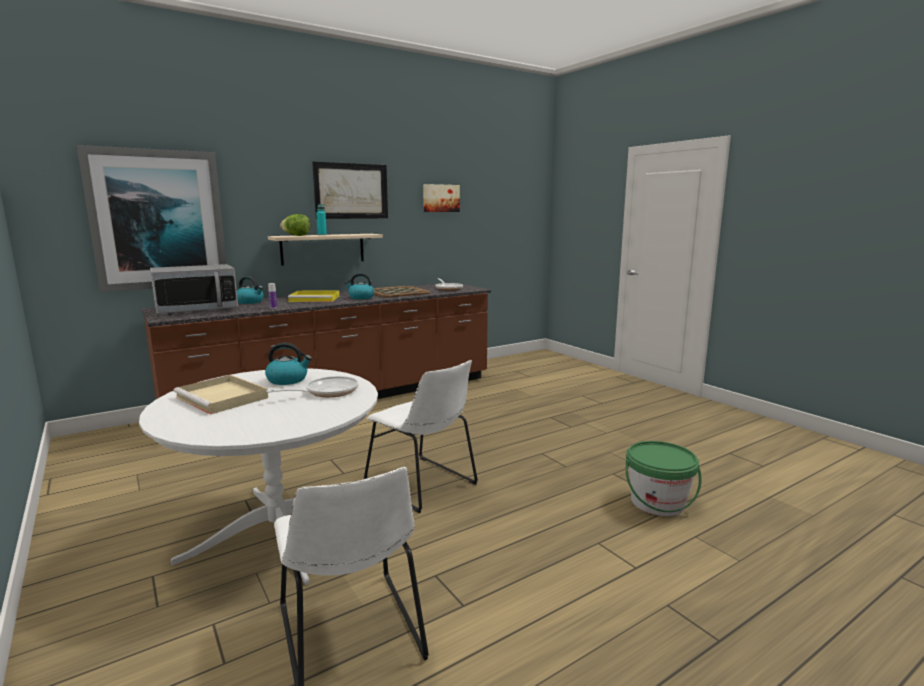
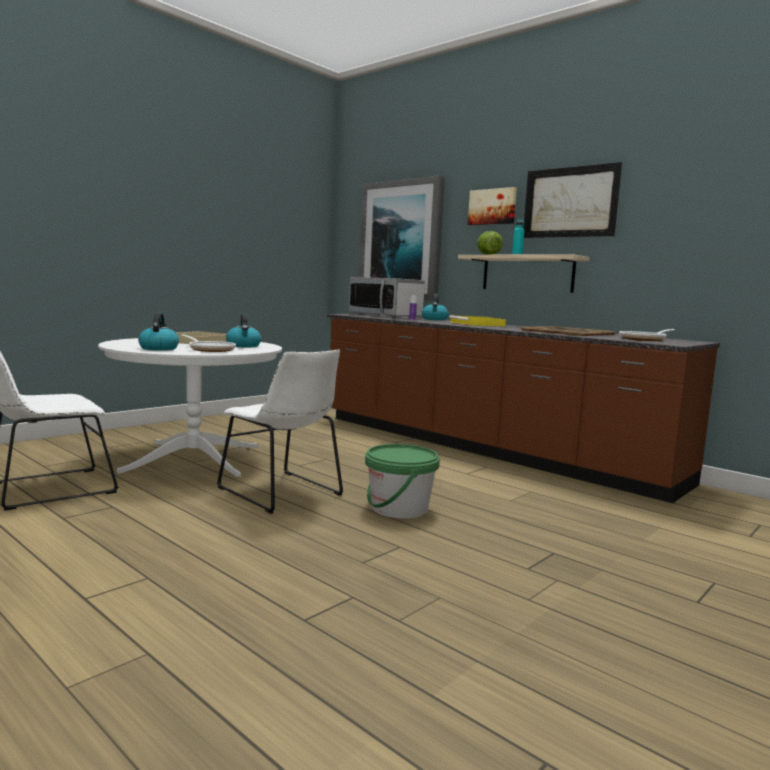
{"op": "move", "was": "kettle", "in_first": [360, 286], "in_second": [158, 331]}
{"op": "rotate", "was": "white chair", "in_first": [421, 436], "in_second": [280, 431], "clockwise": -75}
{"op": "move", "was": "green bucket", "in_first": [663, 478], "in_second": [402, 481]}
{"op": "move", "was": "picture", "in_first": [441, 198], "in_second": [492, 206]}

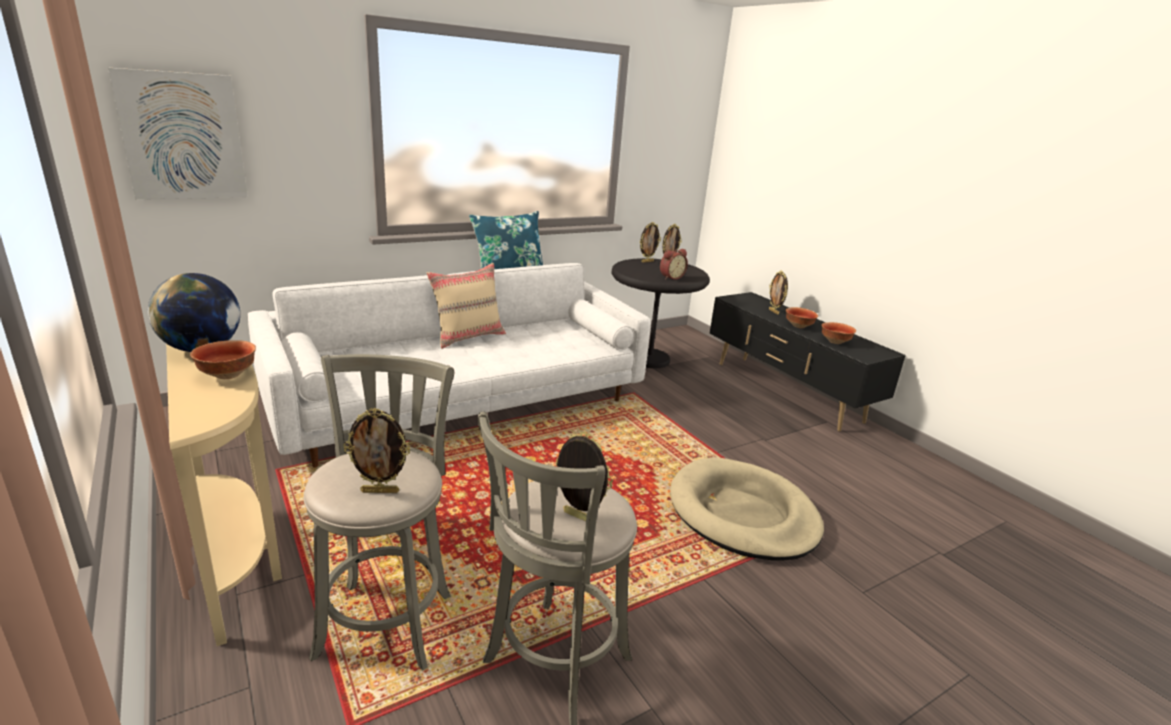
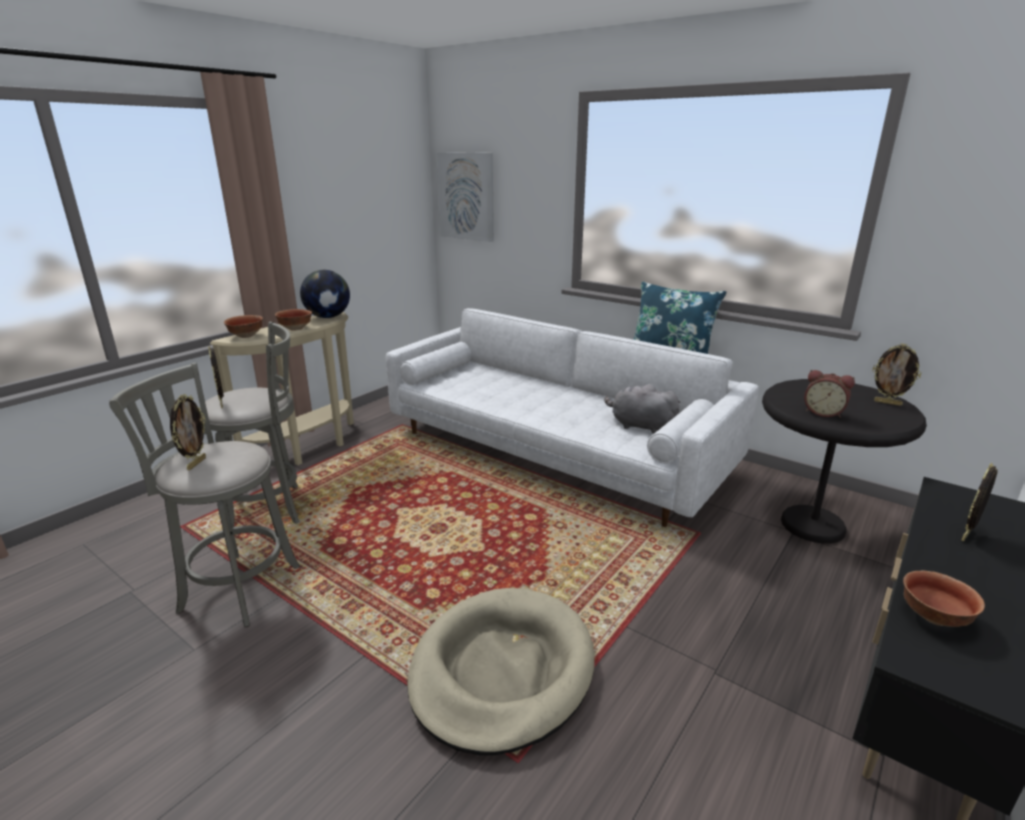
{"op": "move", "was": "bowl", "in_first": [802, 317], "in_second": [243, 326]}
{"op": "insert", "now": "grey plush toy", "in_second": [642, 409]}
{"op": "delete", "was": "beige pillow", "in_first": [466, 306]}
{"op": "delete", "was": "picture frame", "in_first": [650, 242]}

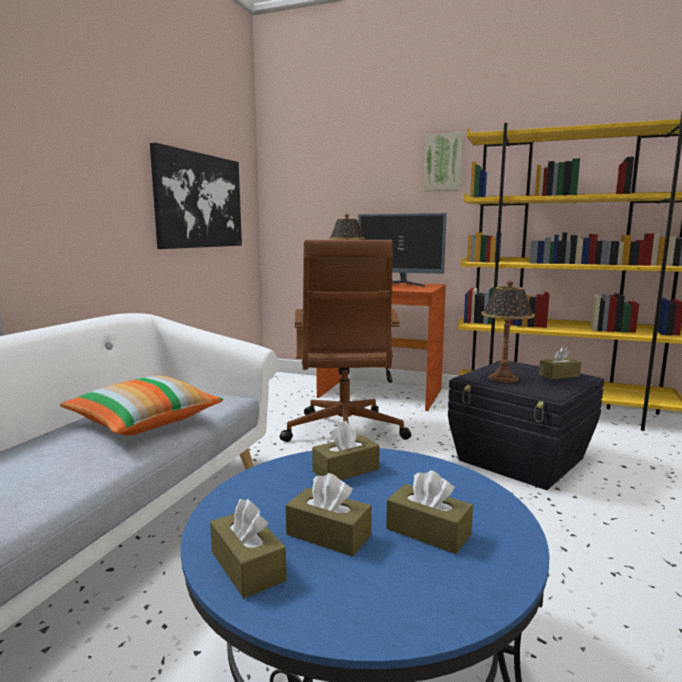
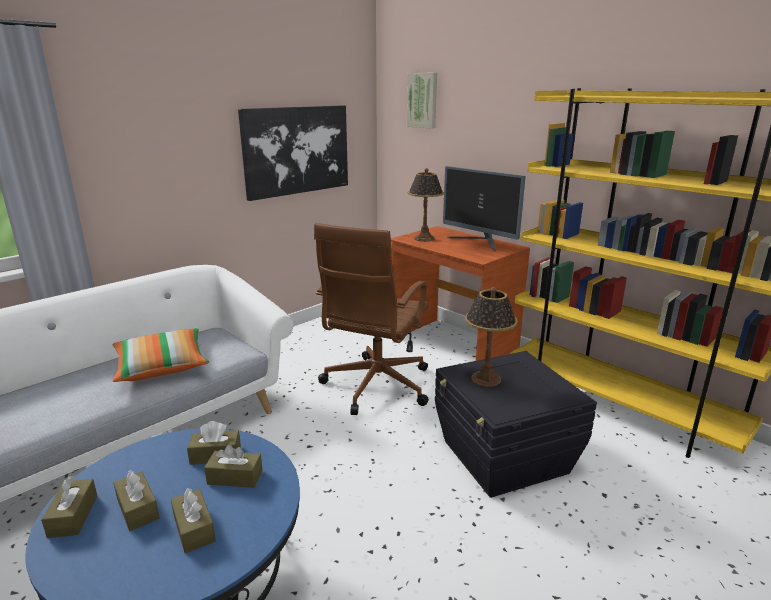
{"op": "move", "was": "brown tissue box", "in_first": [560, 363], "in_second": [233, 466]}
{"op": "move", "was": "picture", "in_first": [443, 162], "in_second": [422, 101]}

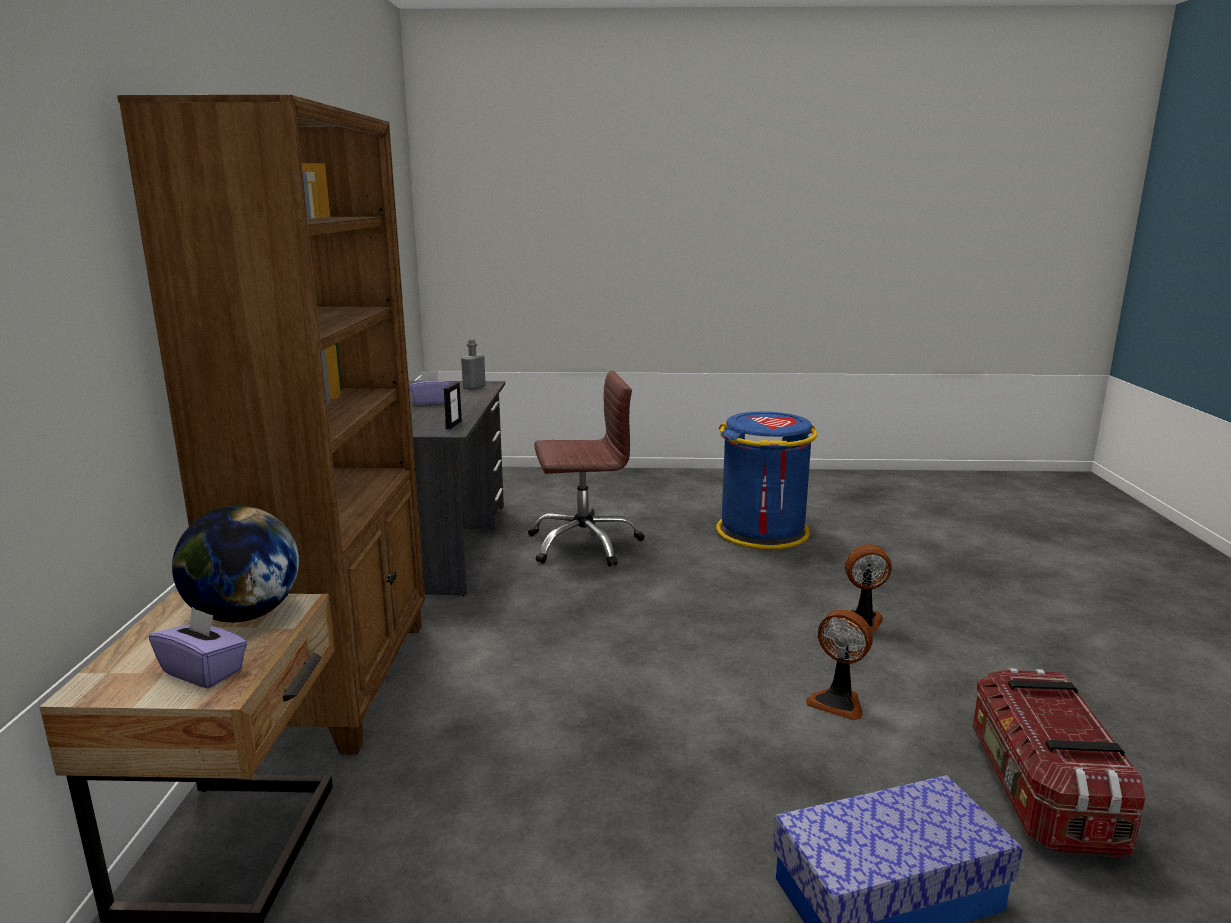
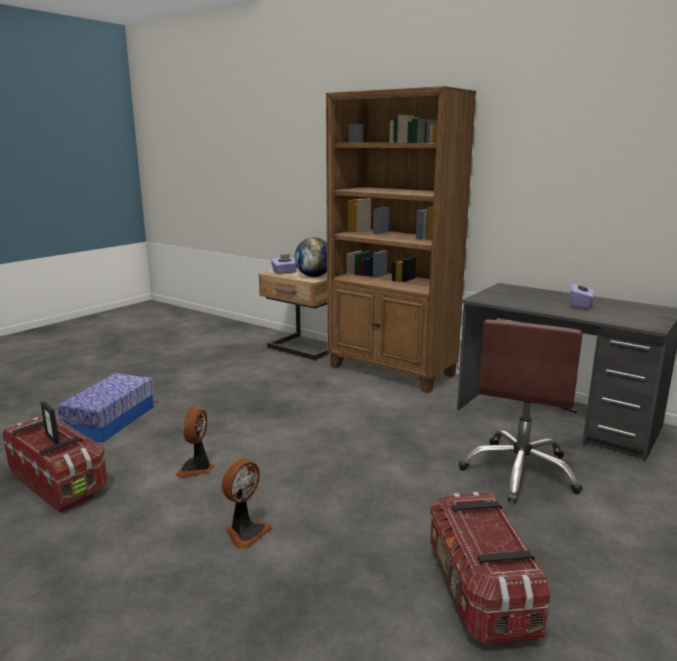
{"op": "move", "was": "picture frame", "in_first": [453, 405], "in_second": [50, 423]}
{"op": "rotate", "was": "fan", "in_first": [839, 665], "in_second": [195, 442], "clockwise": -60}
{"op": "replace", "was": "blue trash can", "now": "storage box", "in_first": [766, 480], "in_second": [490, 568]}
{"op": "delete", "was": "grey bottle", "in_first": [473, 364]}

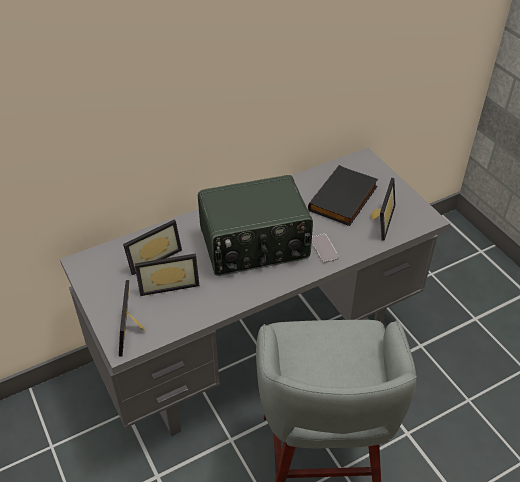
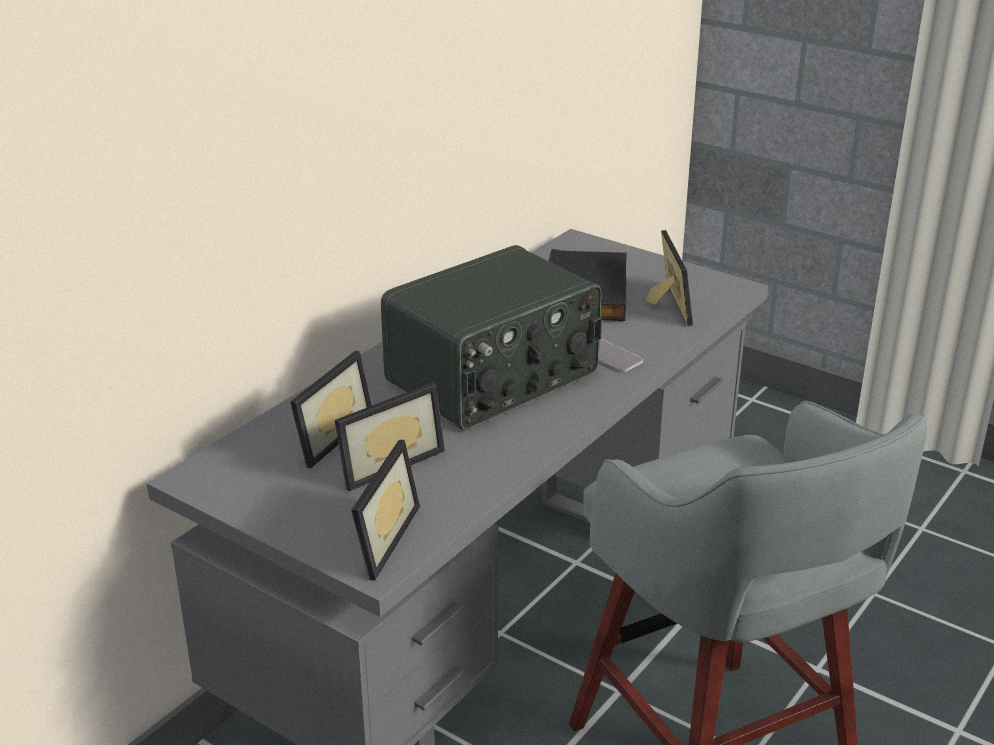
{"op": "rotate", "was": "picture frame", "in_first": [132, 318], "in_second": [385, 510], "clockwise": -135}

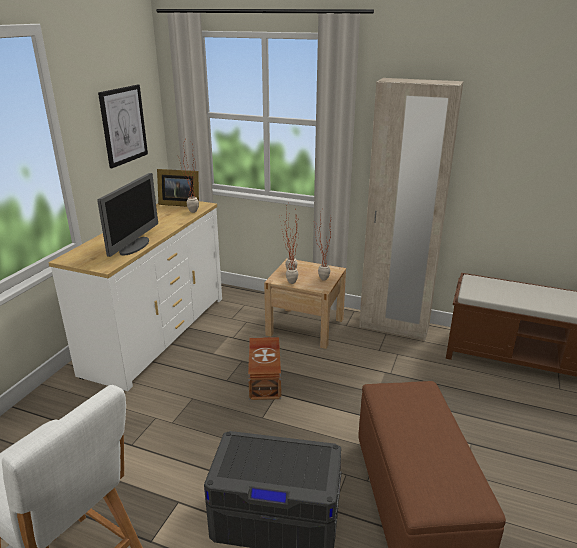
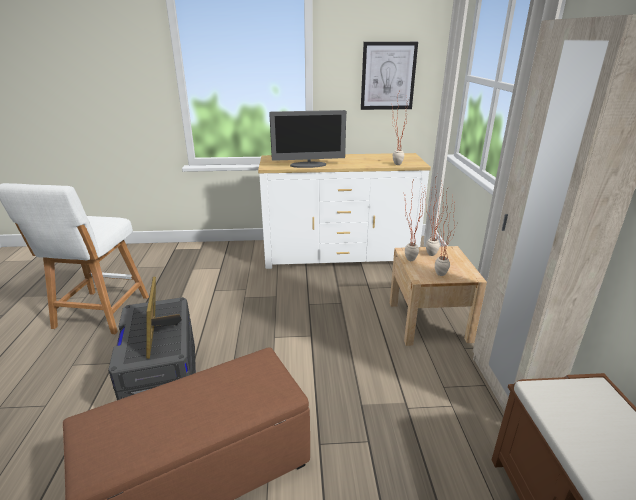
{"op": "move", "was": "picture frame", "in_first": [178, 188], "in_second": [164, 318]}
{"op": "delete", "was": "brown storage box", "in_first": [264, 368]}

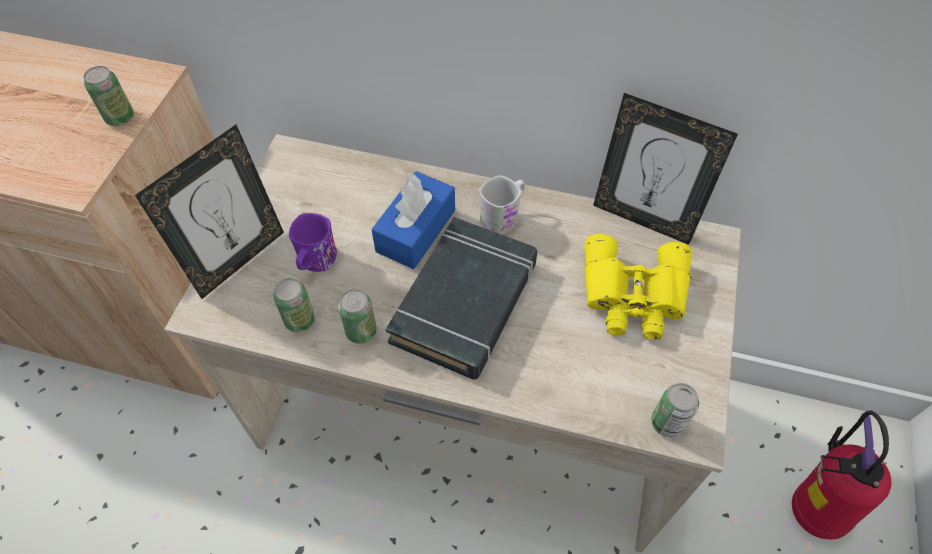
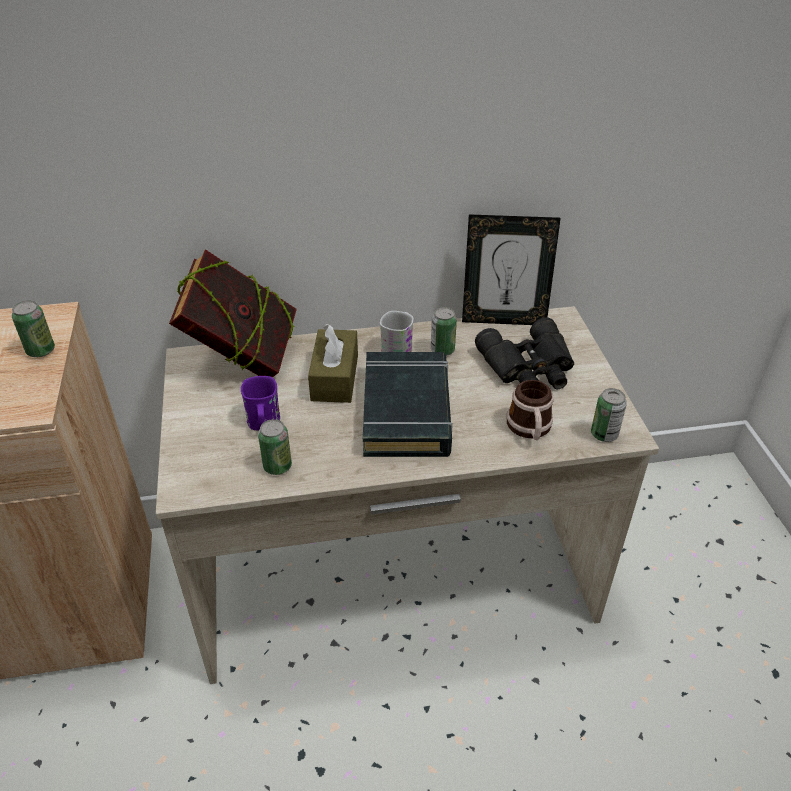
{"op": "insert", "now": "book", "in_second": [233, 313]}
{"op": "recolor", "was": "blue tissue box", "now": "brown tissue box", "in_first": [413, 220], "in_second": [333, 363]}
{"op": "move", "was": "can", "in_first": [357, 316], "in_second": [444, 331]}
{"op": "recolor", "was": "yellow binoculars", "now": "black binoculars", "in_first": [638, 287], "in_second": [524, 353]}
{"op": "insert", "now": "mug", "in_second": [530, 410]}
{"op": "delete", "was": "picture frame", "in_first": [209, 212]}
{"op": "delete", "was": "fire extinguisher", "in_first": [841, 475]}

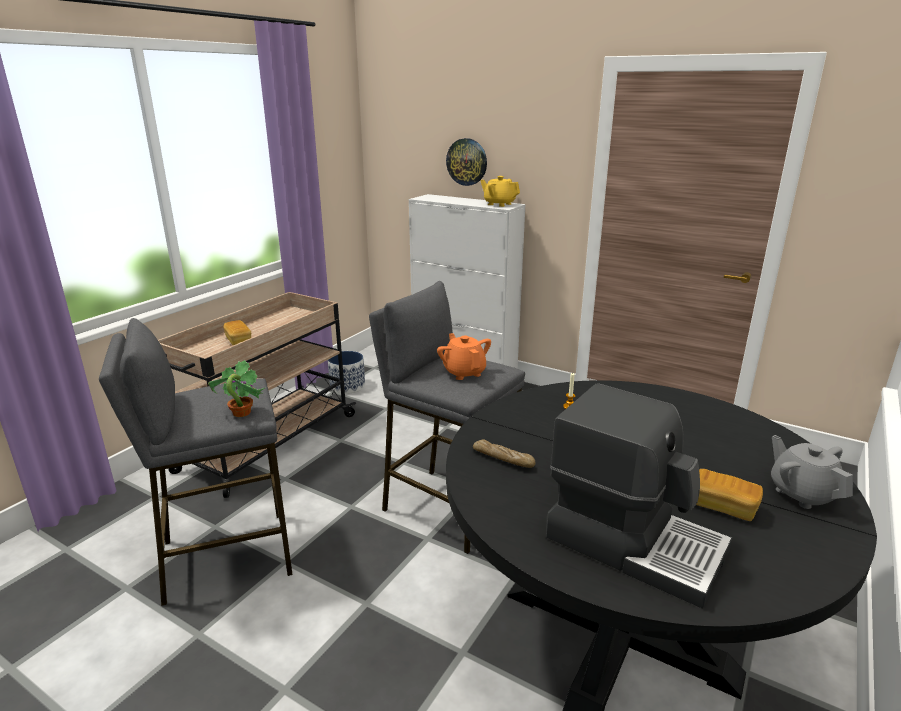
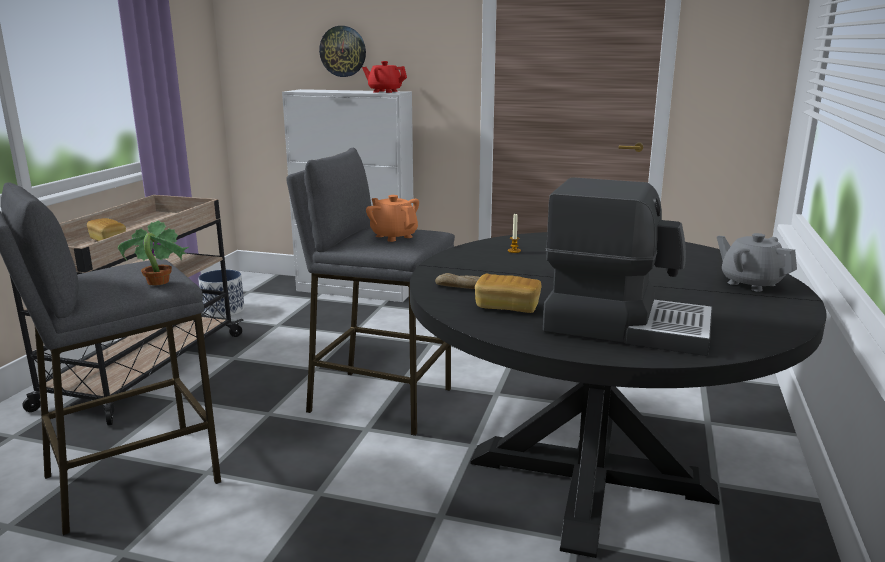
{"op": "recolor", "was": "yellow teapot", "now": "red teapot", "in_first": [500, 191], "in_second": [384, 77]}
{"op": "move", "was": "bread", "in_first": [729, 495], "in_second": [508, 293]}

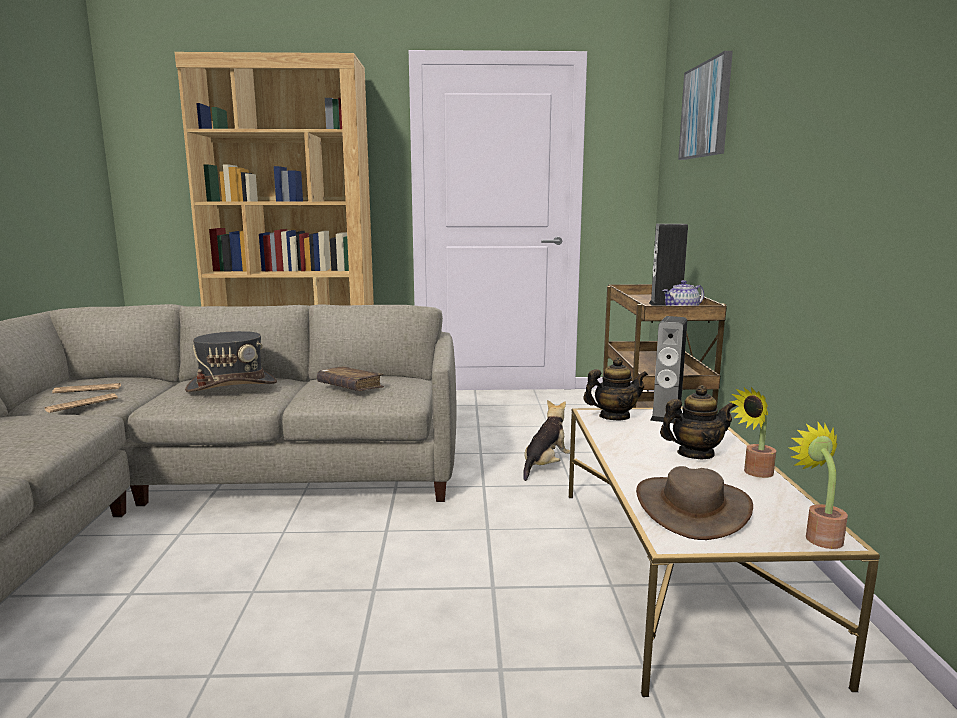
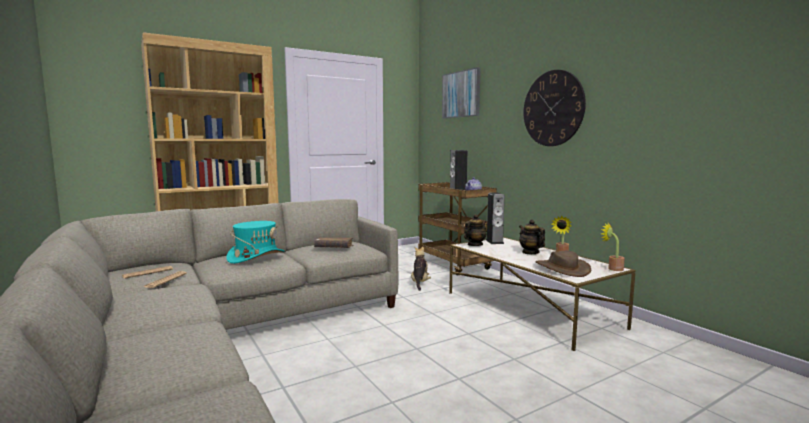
{"op": "recolor", "was": "grey hat", "now": "turquoise hat", "in_first": [231, 361], "in_second": [255, 242]}
{"op": "rotate", "was": "teapot", "in_first": [698, 422], "in_second": [532, 236], "clockwise": -75}
{"op": "insert", "now": "wall clock", "in_second": [554, 108]}

